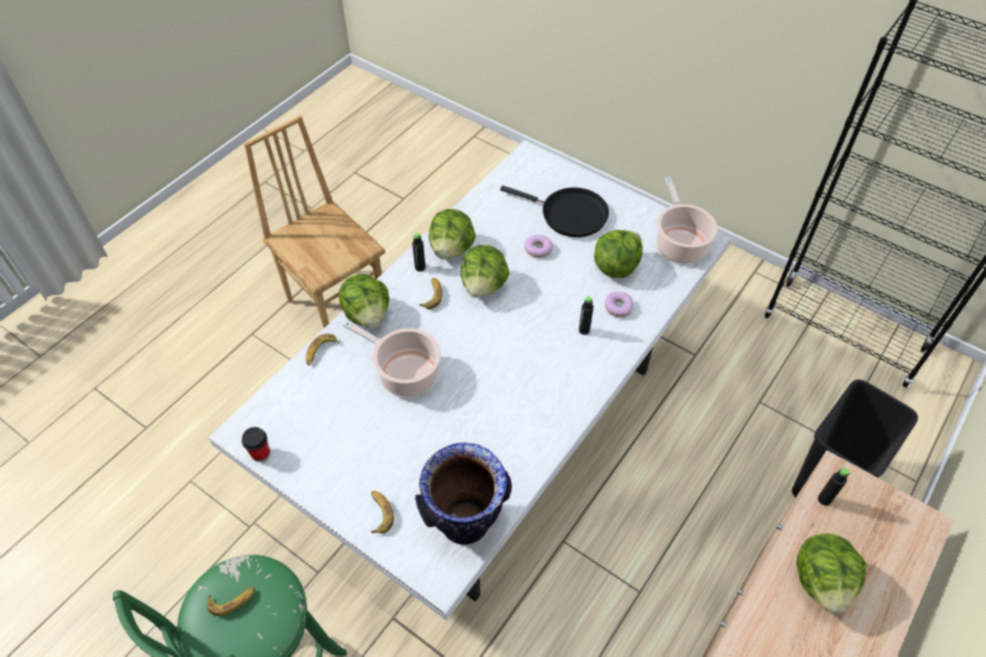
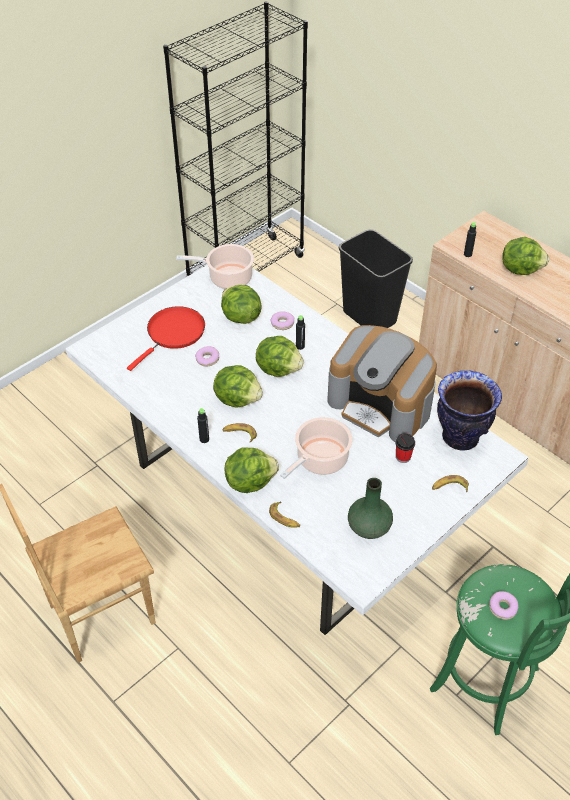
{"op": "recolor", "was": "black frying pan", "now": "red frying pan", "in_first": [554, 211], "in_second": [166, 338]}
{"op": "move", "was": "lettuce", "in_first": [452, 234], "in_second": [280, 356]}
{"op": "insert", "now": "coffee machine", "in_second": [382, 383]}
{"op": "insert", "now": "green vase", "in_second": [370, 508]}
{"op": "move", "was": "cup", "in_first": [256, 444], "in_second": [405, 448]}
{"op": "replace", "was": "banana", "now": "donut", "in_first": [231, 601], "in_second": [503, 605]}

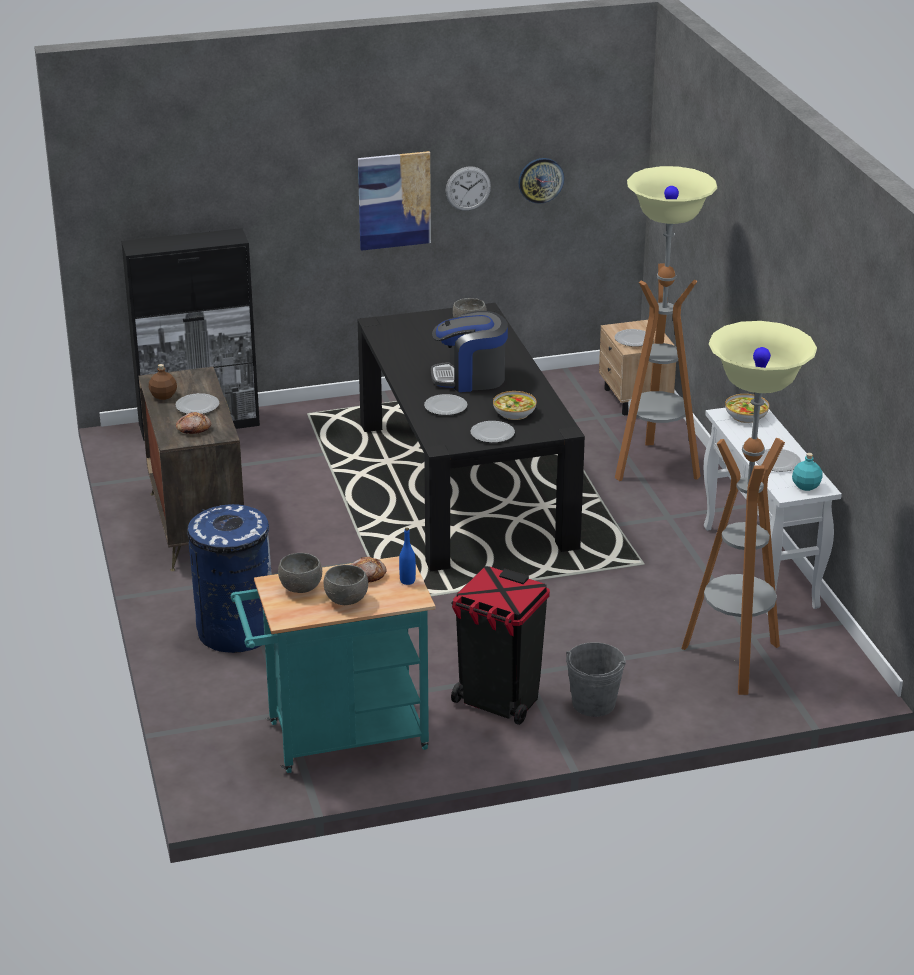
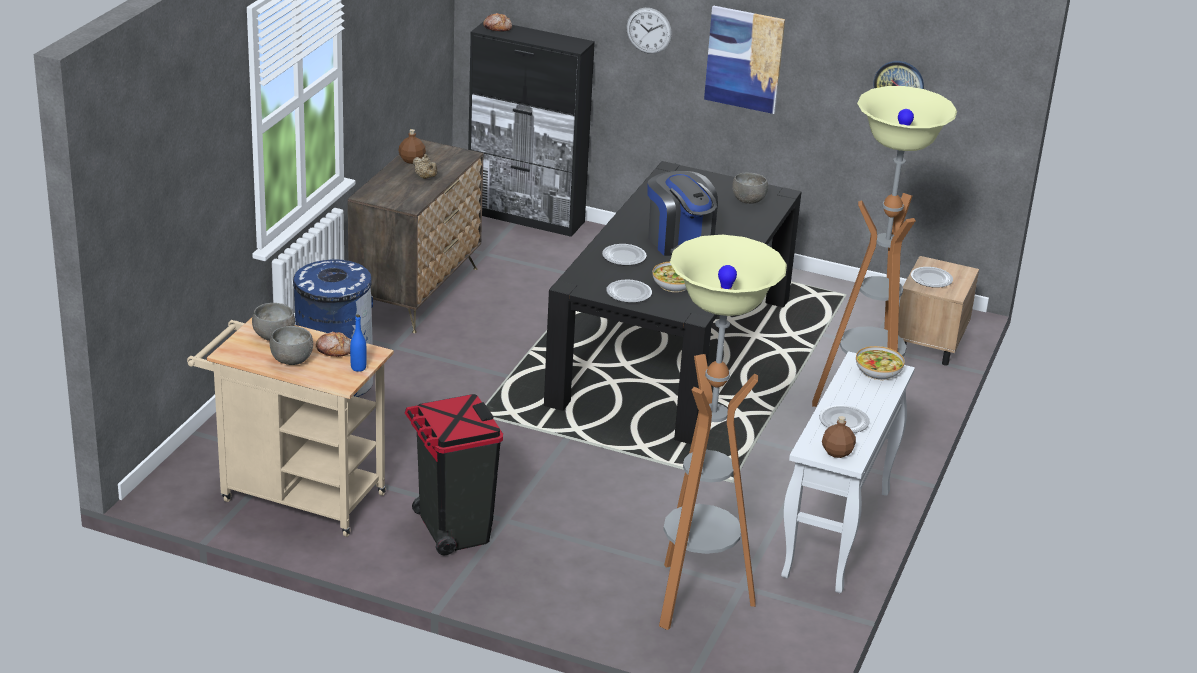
{"op": "recolor", "was": "turquoise cart", "now": "beige cart", "in_first": [333, 664], "in_second": [290, 427]}
{"op": "replace", "was": "plate", "now": "beige teapot", "in_first": [197, 403], "in_second": [425, 166]}
{"op": "move", "was": "bread", "in_first": [193, 423], "in_second": [497, 22]}
{"op": "move", "was": "wall clock", "in_first": [468, 189], "in_second": [649, 31]}
{"op": "rotate", "was": "coffee machine", "in_first": [469, 351], "in_second": [683, 213], "clockwise": -150}
{"op": "recolor", "was": "turquoise bottle", "now": "brown bottle", "in_first": [807, 472], "in_second": [839, 437]}
{"op": "delete", "was": "grey bucket", "in_first": [596, 679]}

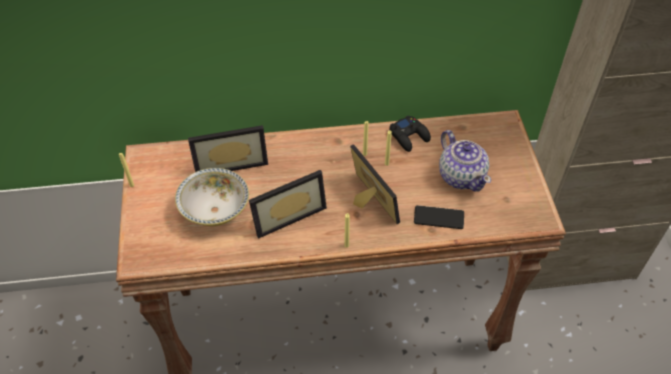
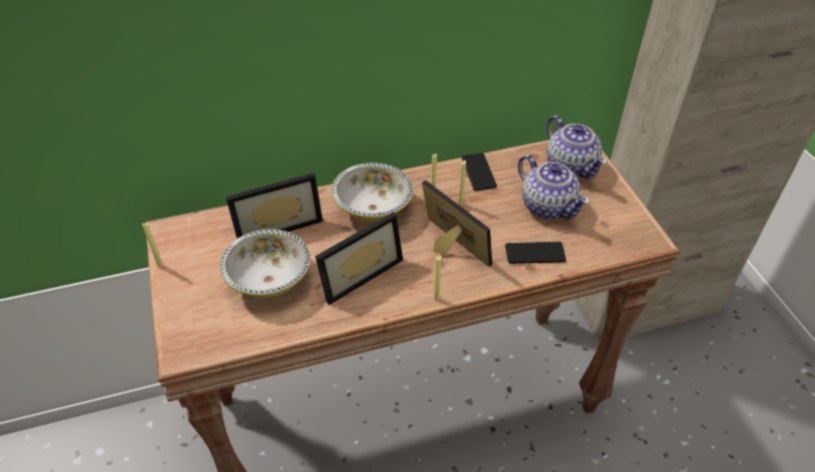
{"op": "insert", "now": "bowl", "in_second": [372, 192]}
{"op": "replace", "was": "black game controller", "now": "phone", "in_first": [410, 133], "in_second": [479, 172]}
{"op": "insert", "now": "teapot", "in_second": [577, 147]}

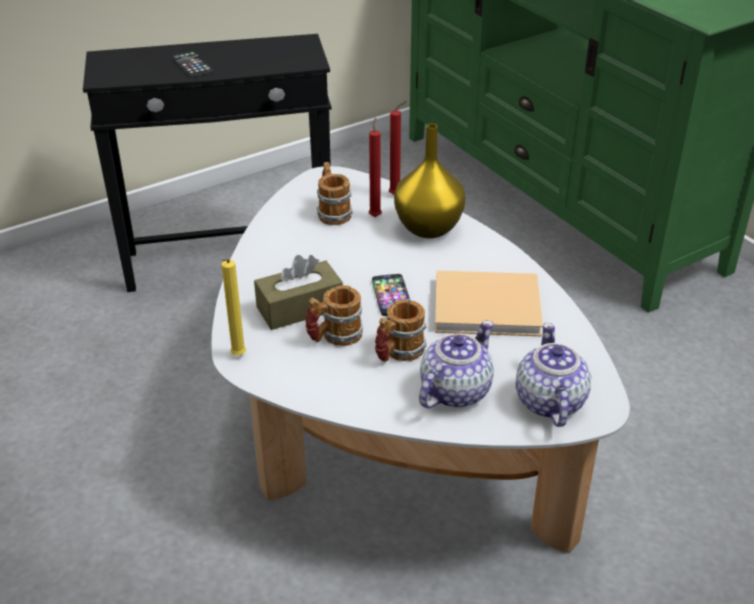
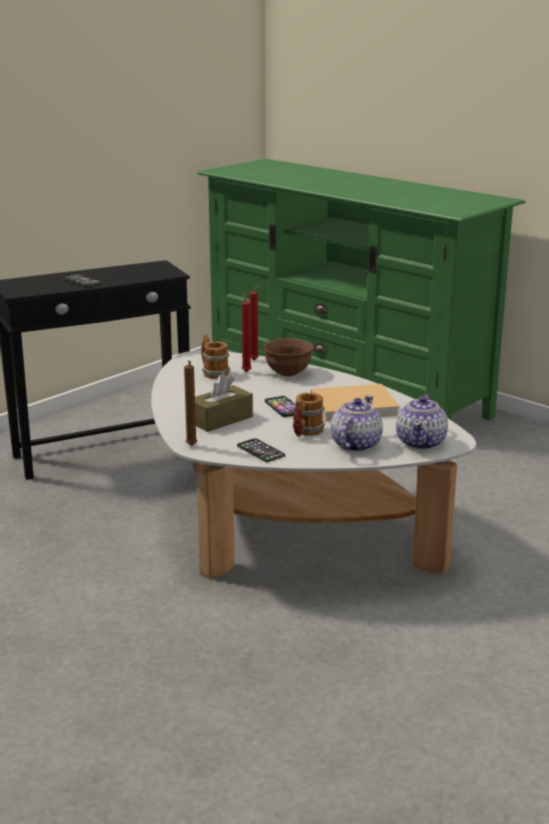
{"op": "recolor", "was": "yellow candle", "now": "brown candle", "in_first": [233, 307], "in_second": [190, 403]}
{"op": "insert", "now": "phone", "in_second": [261, 450]}
{"op": "replace", "was": "yellow vase", "now": "brown bowl", "in_first": [430, 181], "in_second": [288, 357]}
{"op": "rotate", "was": "teapot", "in_first": [553, 375], "in_second": [422, 422], "clockwise": -150}
{"op": "delete", "was": "mug", "in_first": [334, 315]}

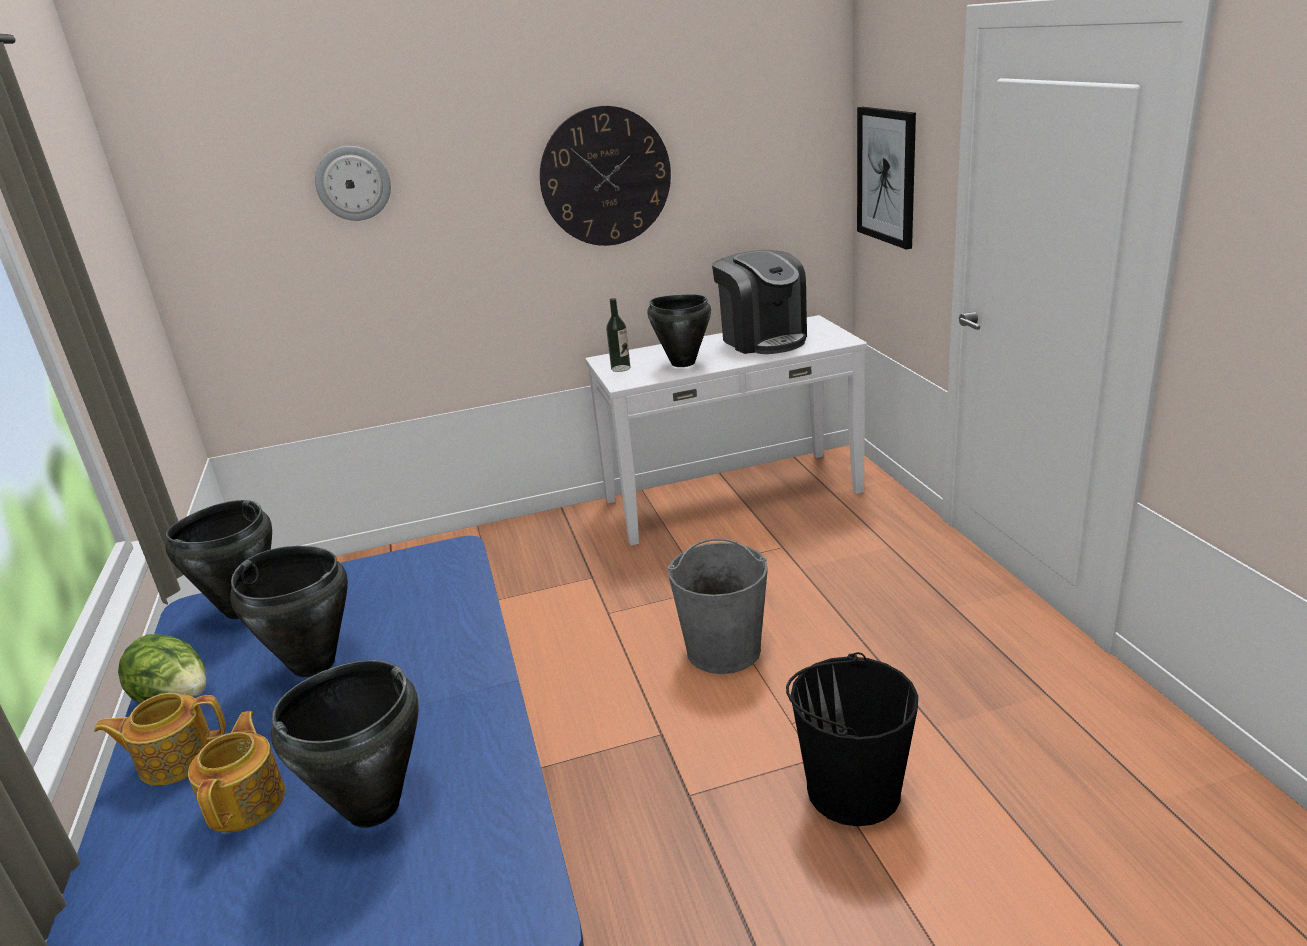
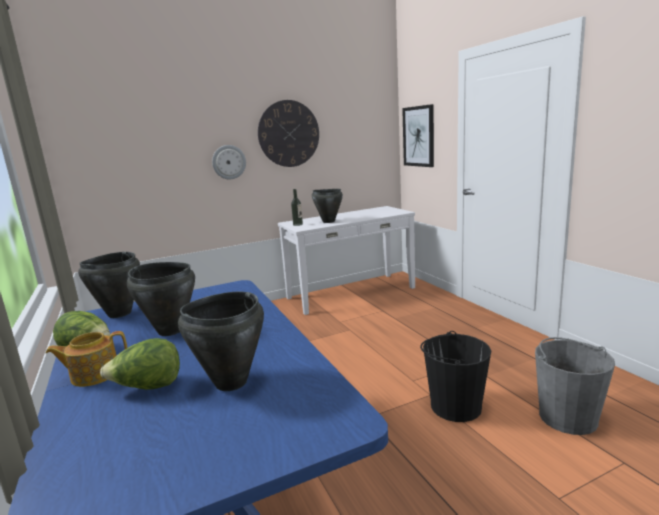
{"op": "replace", "was": "teapot", "now": "lettuce", "in_first": [236, 772], "in_second": [140, 364]}
{"op": "move", "was": "wall clock", "in_first": [353, 183], "in_second": [229, 162]}
{"op": "move", "was": "grey bucket", "in_first": [718, 606], "in_second": [575, 386]}
{"op": "delete", "was": "coffee machine", "in_first": [759, 302]}

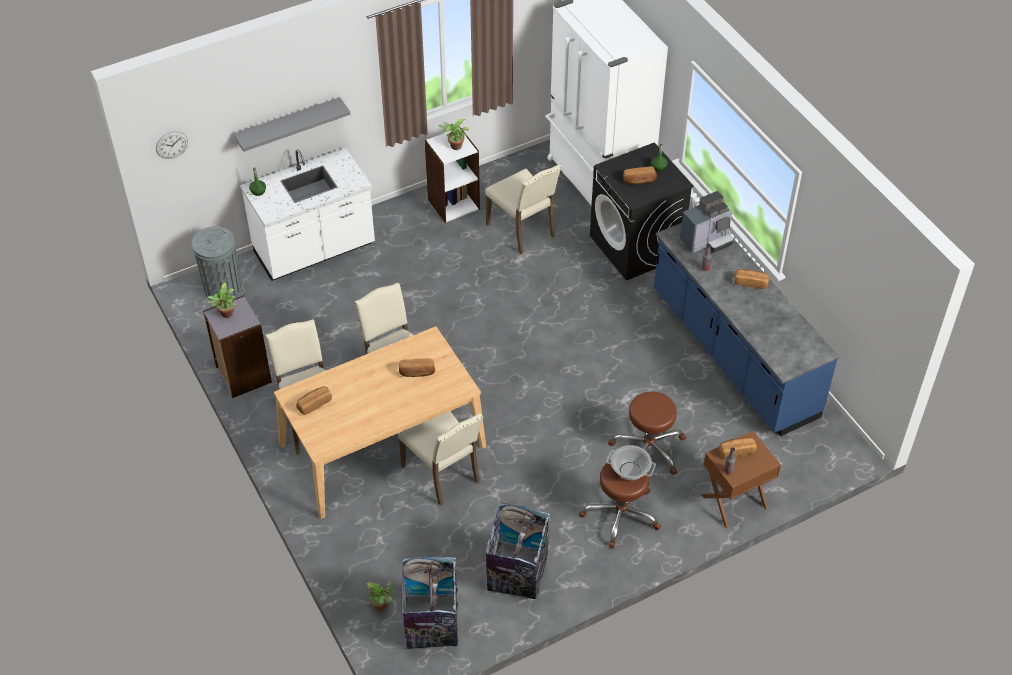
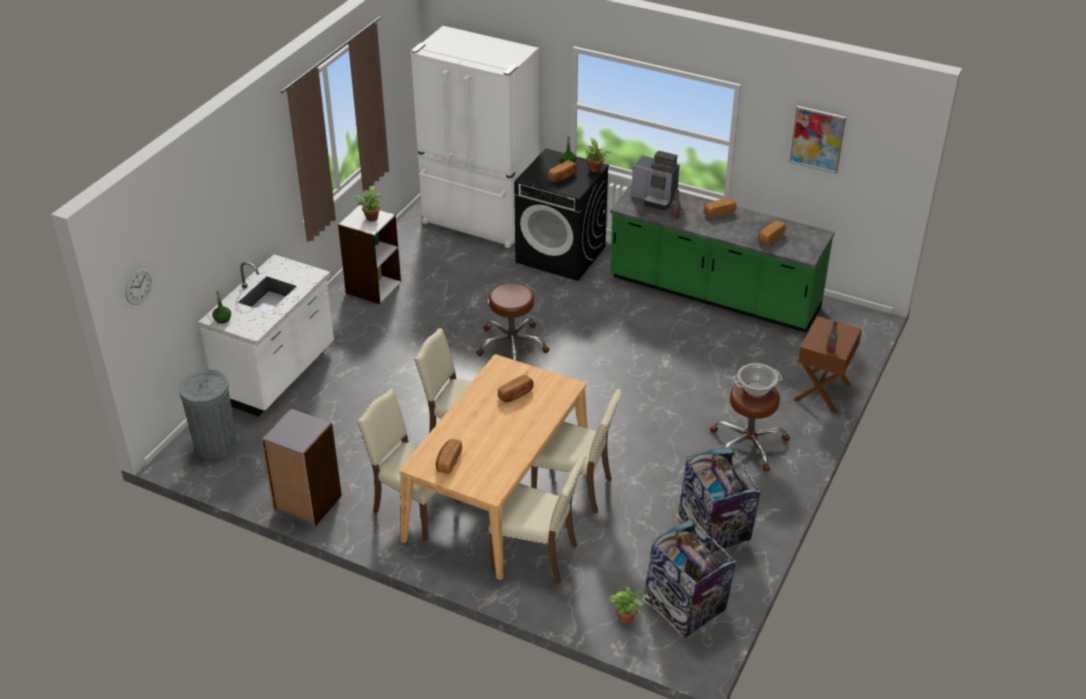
{"op": "move", "was": "brown stool", "in_first": [647, 433], "in_second": [513, 322]}
{"op": "move", "was": "beige chair", "in_first": [523, 209], "in_second": [538, 519]}
{"op": "move", "was": "potted plant", "in_first": [222, 300], "in_second": [598, 155]}
{"op": "recolor", "was": "blue counter", "now": "green counter", "in_first": [746, 330], "in_second": [722, 258]}
{"op": "rotate", "was": "coffee machine", "in_first": [706, 222], "in_second": [655, 181], "clockwise": 90}
{"op": "move", "was": "bread", "in_first": [738, 448], "in_second": [772, 233]}
{"op": "insert", "now": "picture", "in_second": [817, 140]}
{"op": "delete", "was": "grey shelf", "in_first": [291, 124]}

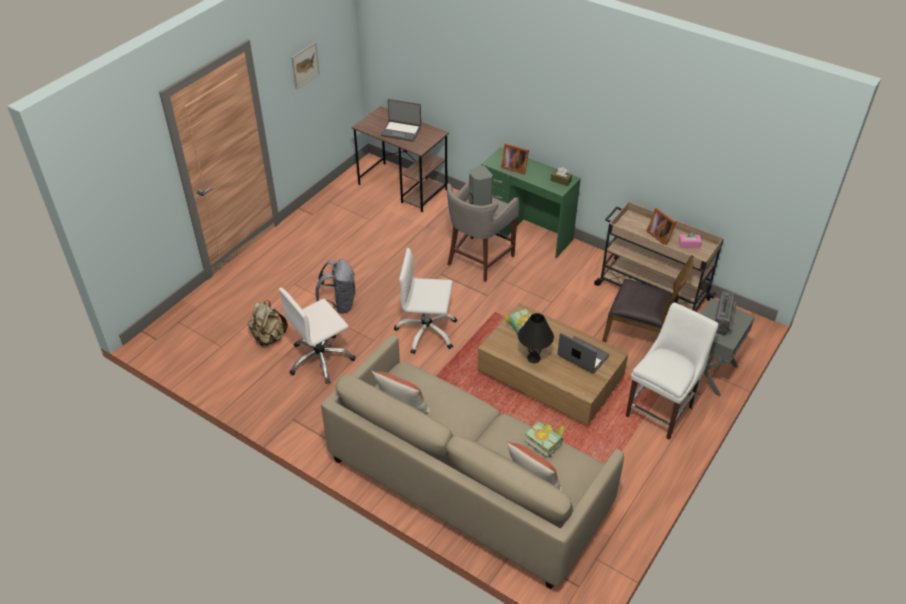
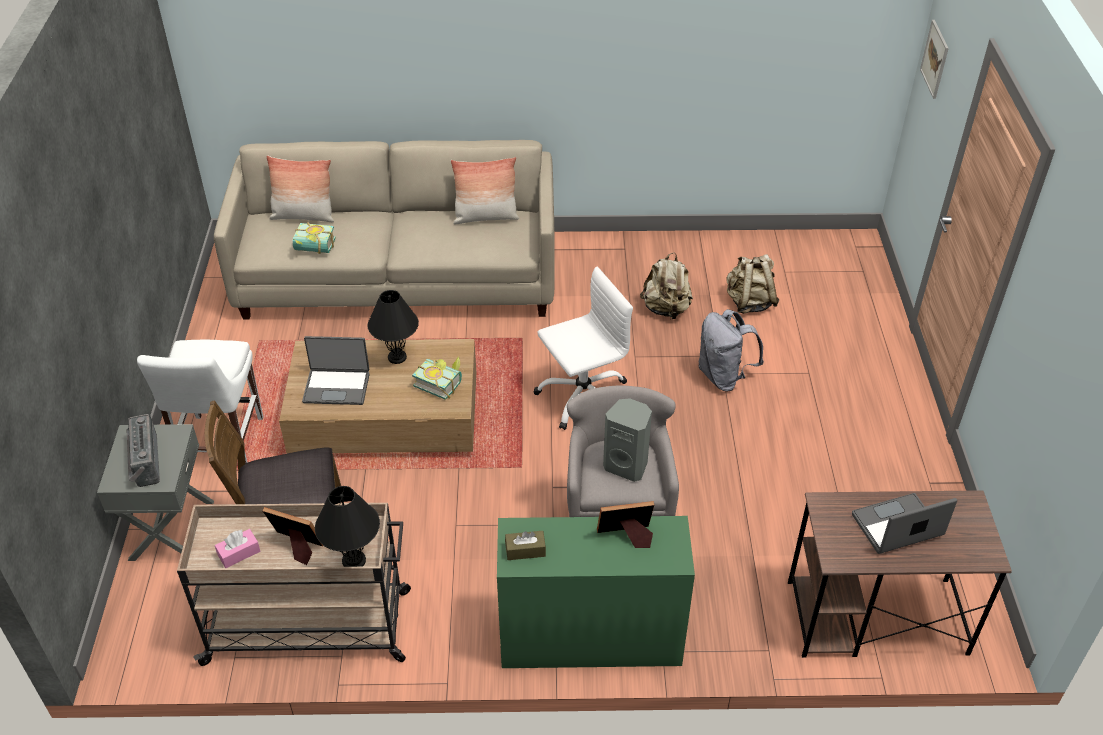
{"op": "insert", "now": "black table lamp", "in_second": [347, 526]}
{"op": "replace", "was": "white office chair", "now": "beige backpack", "in_first": [317, 336], "in_second": [666, 286]}
{"op": "move", "was": "picture", "in_first": [305, 65], "in_second": [934, 59]}

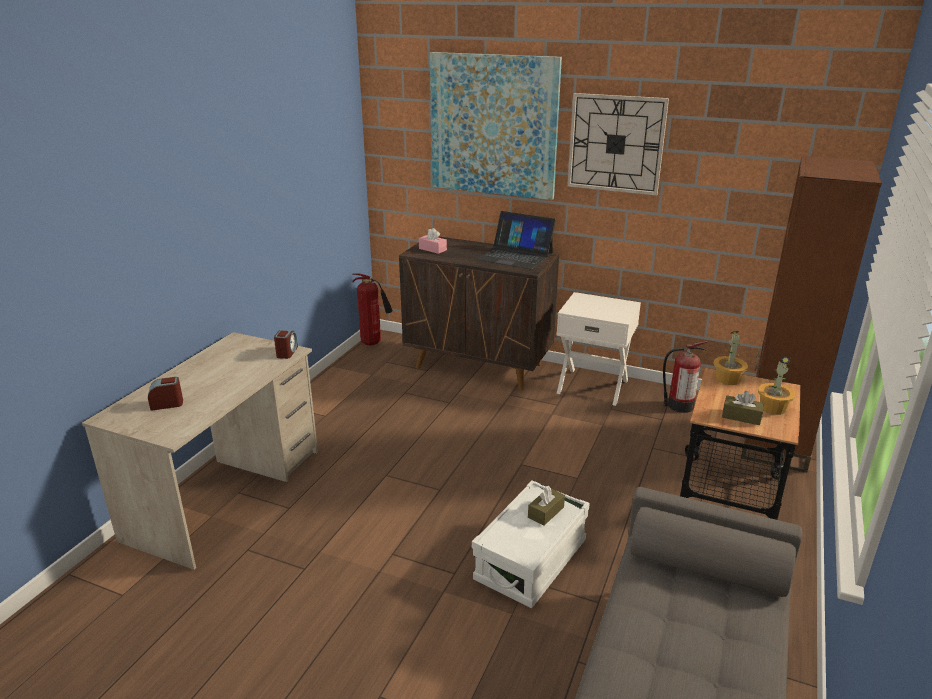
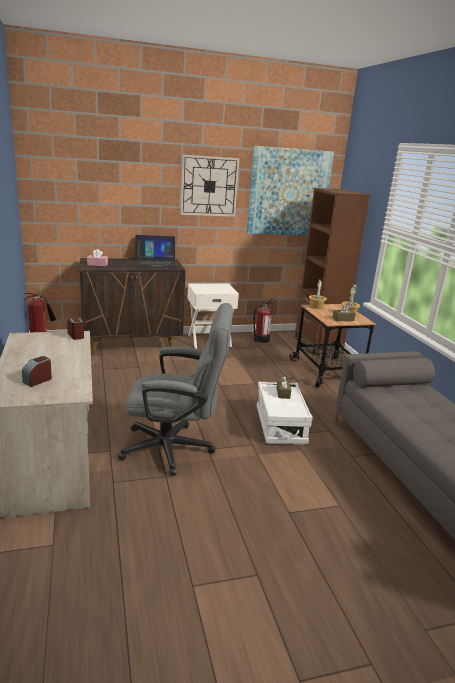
{"op": "insert", "now": "grey office chair", "in_second": [175, 389]}
{"op": "move", "was": "picture", "in_first": [496, 126], "in_second": [290, 190]}

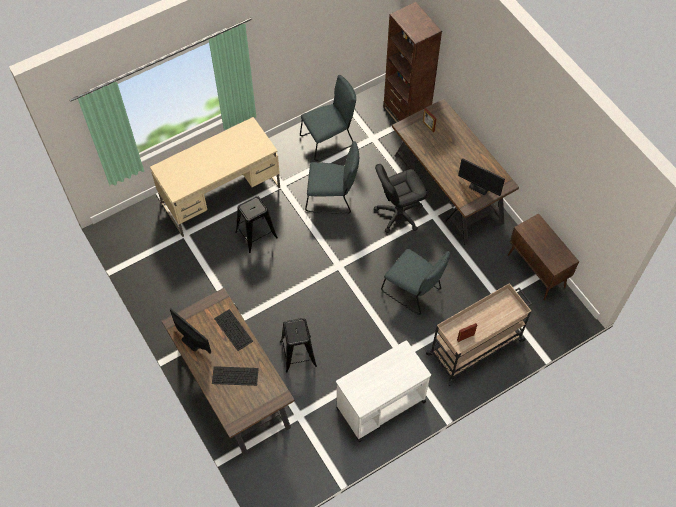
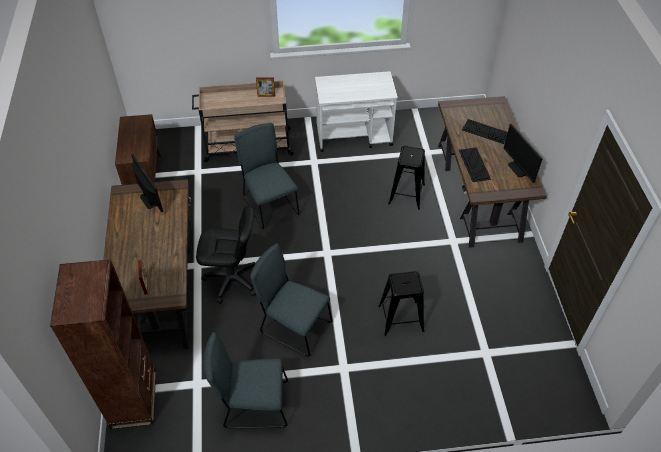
{"op": "delete", "was": "beige desk", "in_first": [215, 177]}

